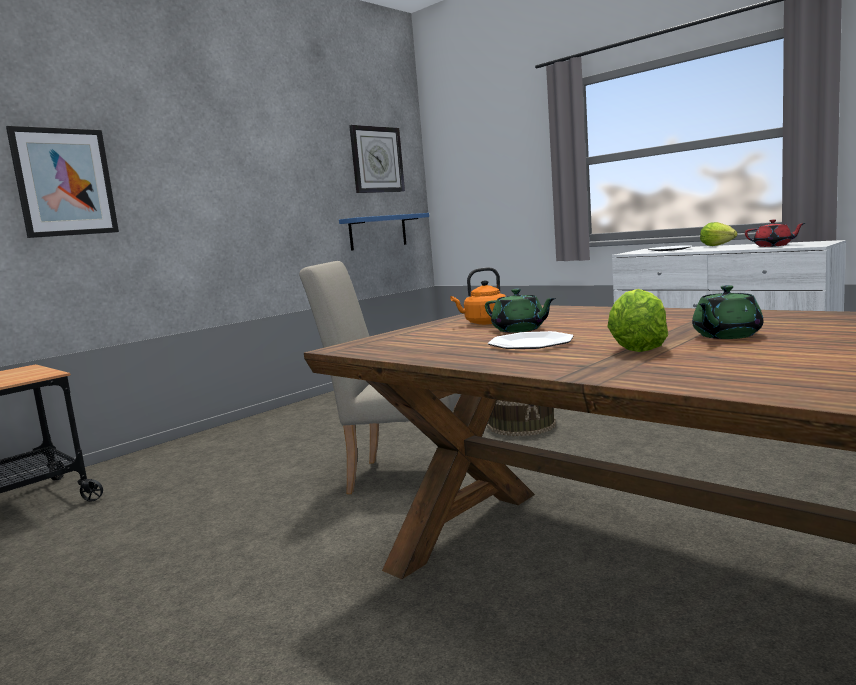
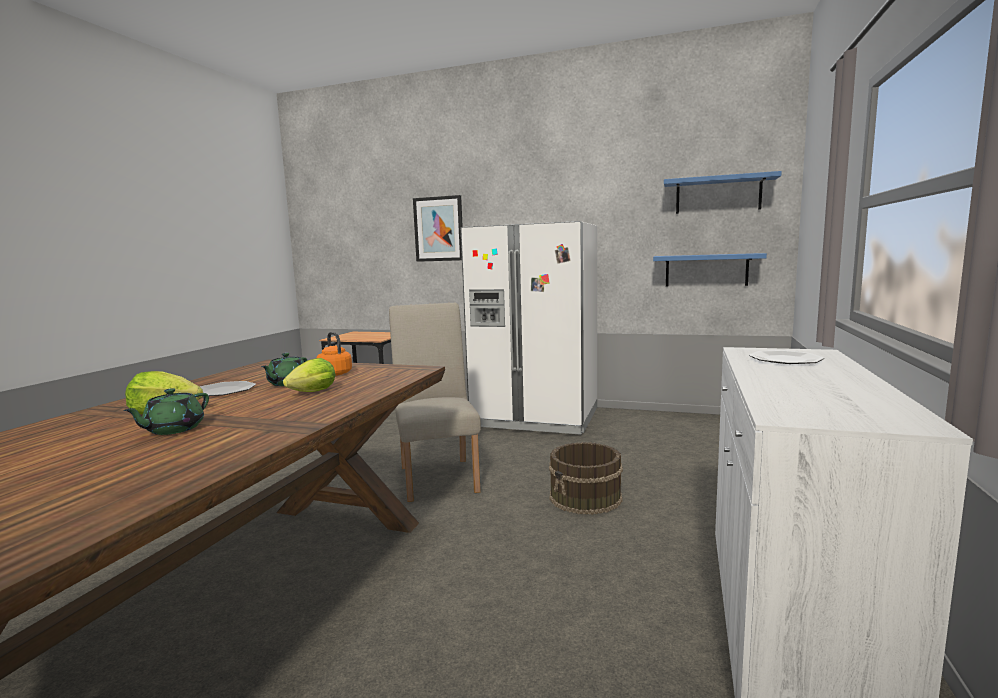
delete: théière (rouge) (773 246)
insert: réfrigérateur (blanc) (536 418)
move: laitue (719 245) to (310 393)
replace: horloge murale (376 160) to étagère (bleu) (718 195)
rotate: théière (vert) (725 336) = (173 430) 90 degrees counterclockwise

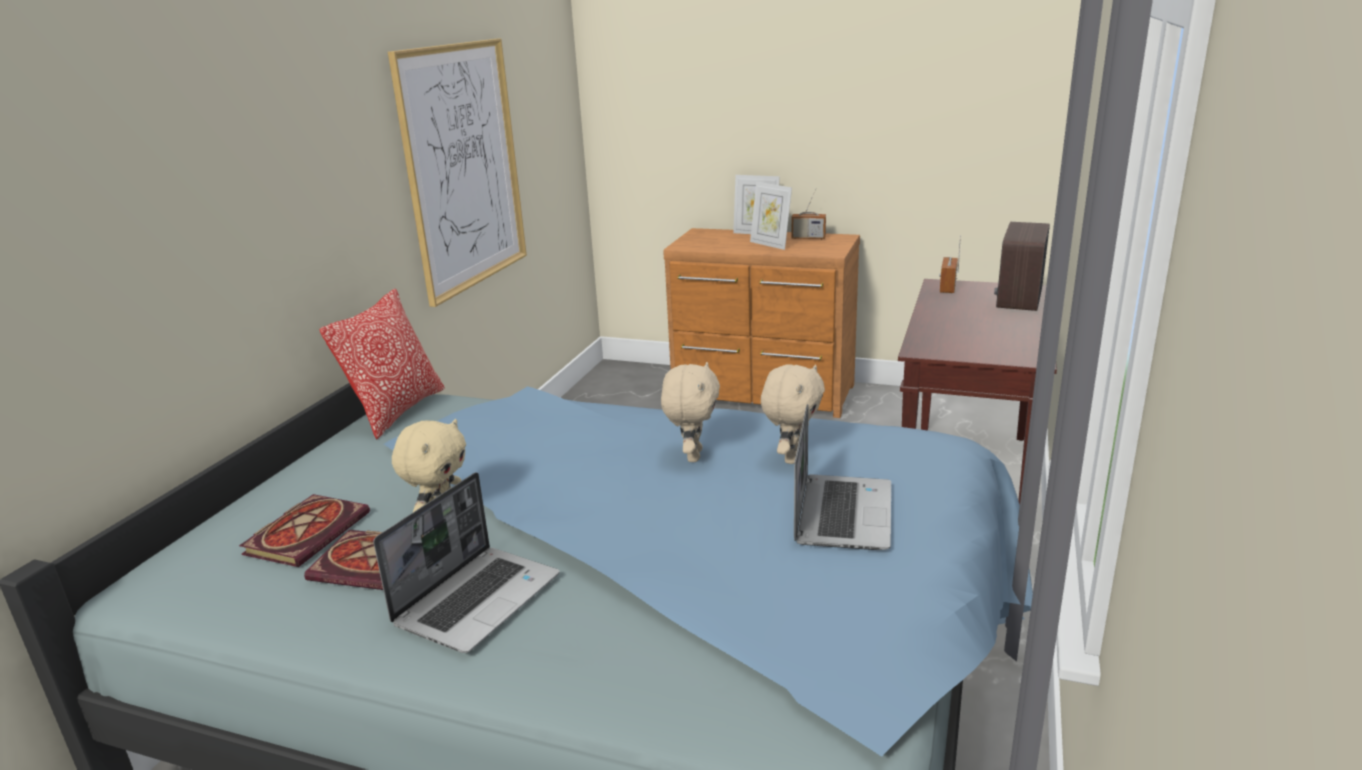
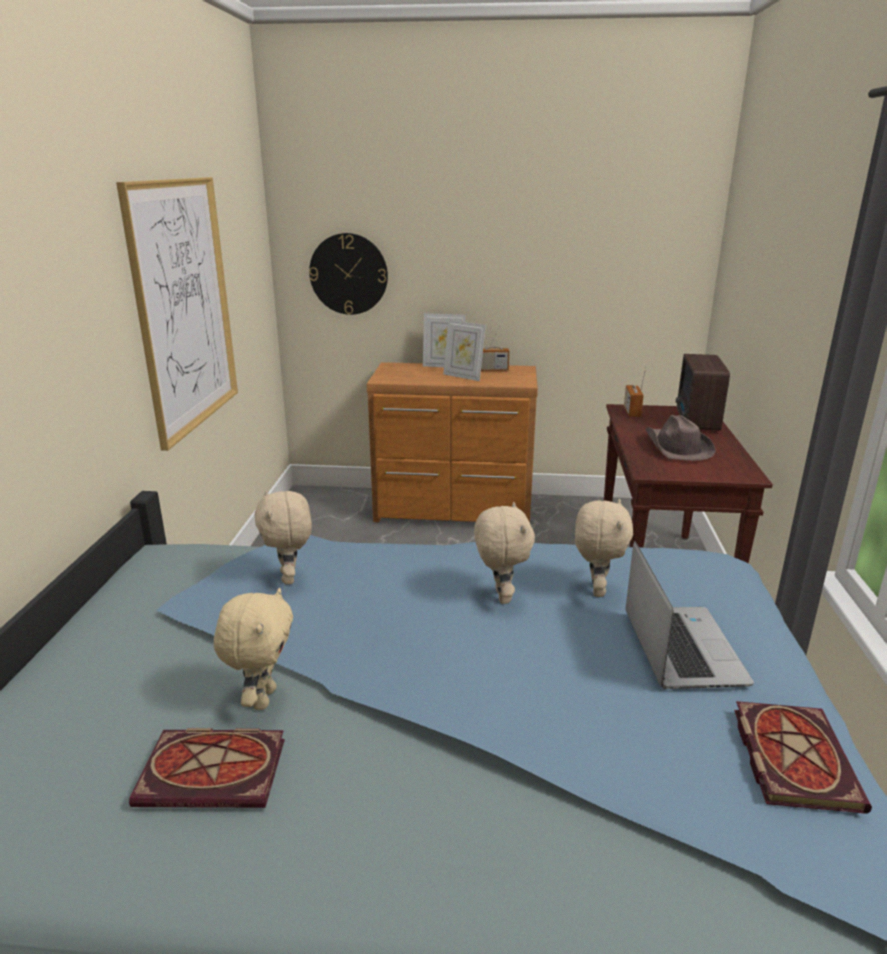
delete: coussin (397 411); ordinateur portable (478 599)
insert: peluche (beige) (290 578); horloge murale (348 274); chapeau (marron) (676 447)
move: livre (308 532) to (790 756)

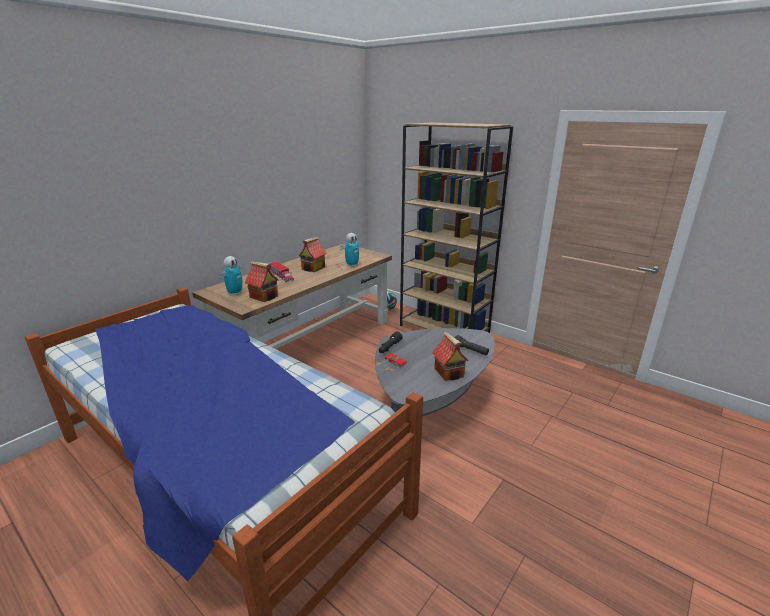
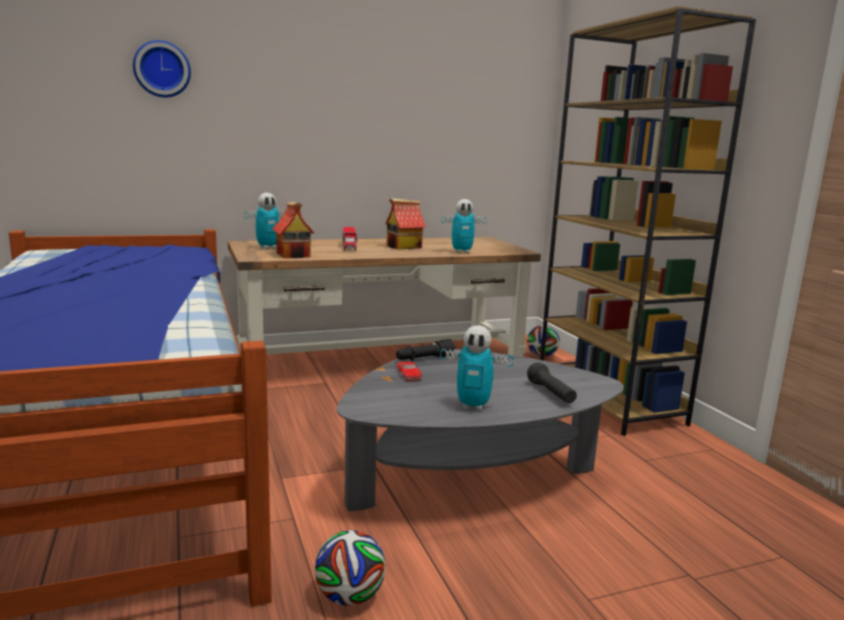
insert: horloge murale (162 69); ballon de foot (349 597)
replace: maison miniature (449 372) to robot jouet (473 406)

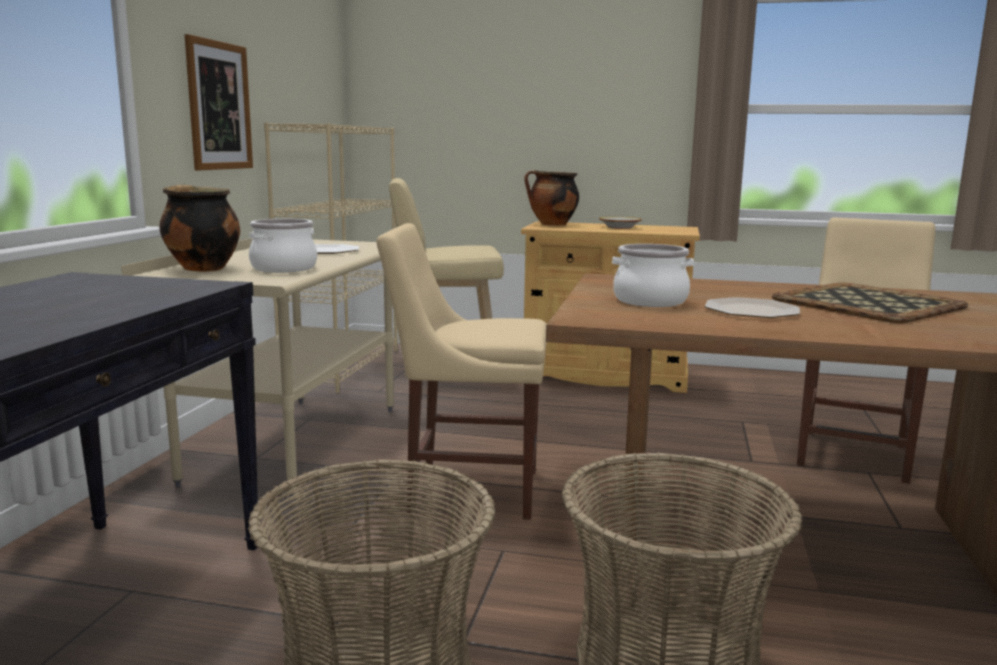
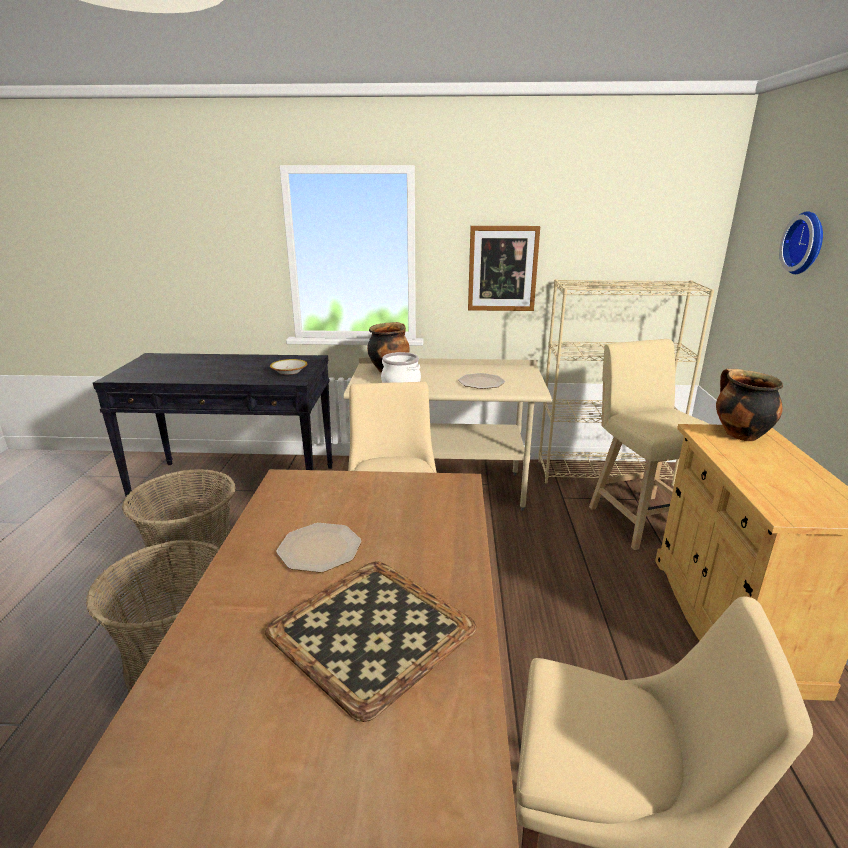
delete: marmite (650 301)
insert: horloge murale (806 243)
move: bol (620 227) to (289 371)

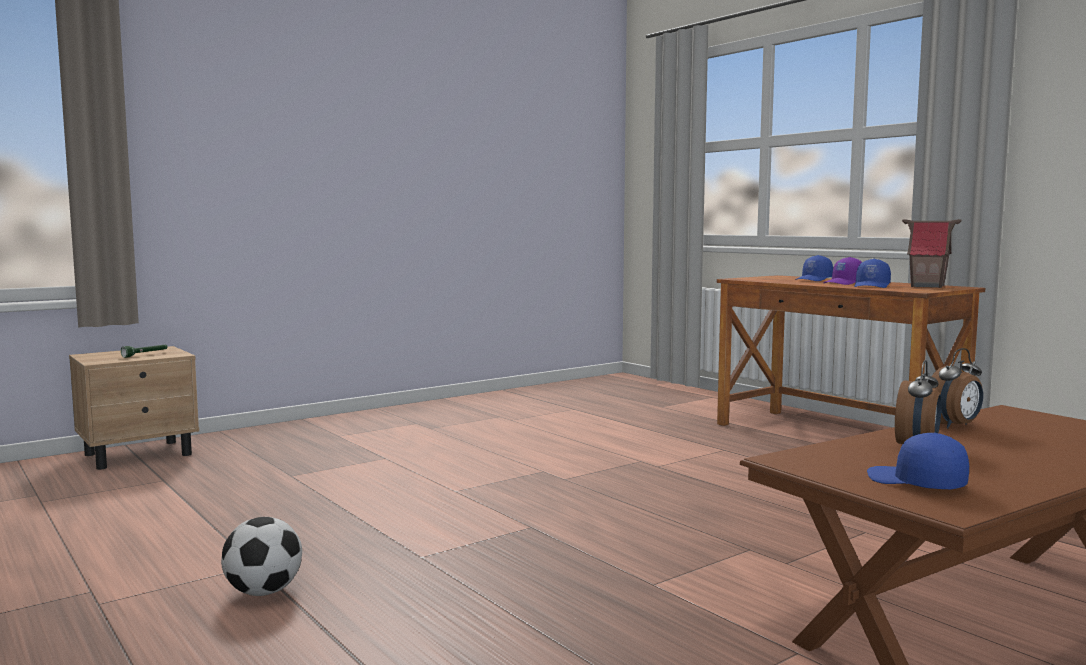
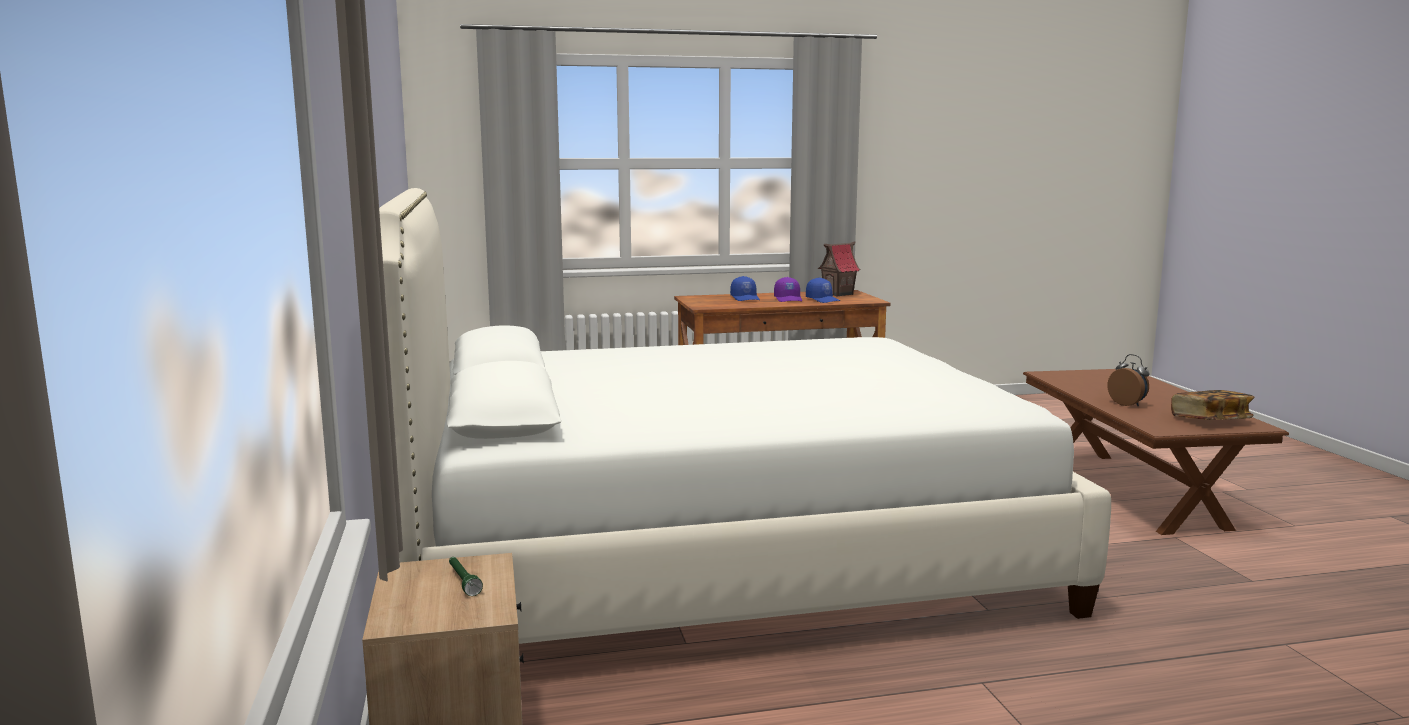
delete: ballon de foot (264 592); réveil (954 426)
insert: lit (blanc) (715 554)
replace: casquette (bleu) (915 483) to livre (1210 420)

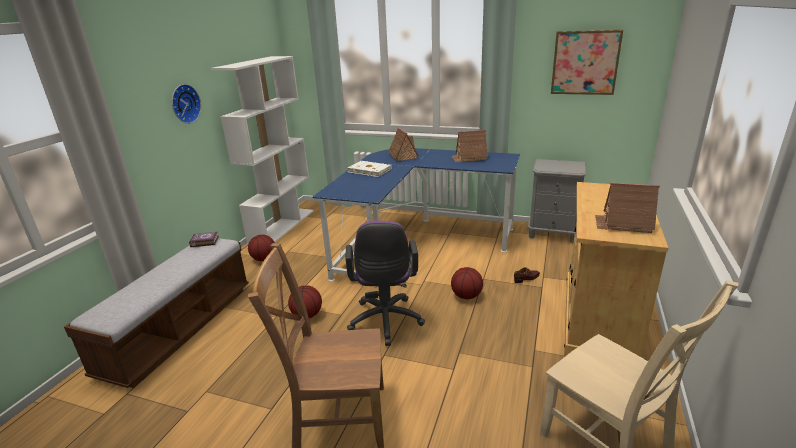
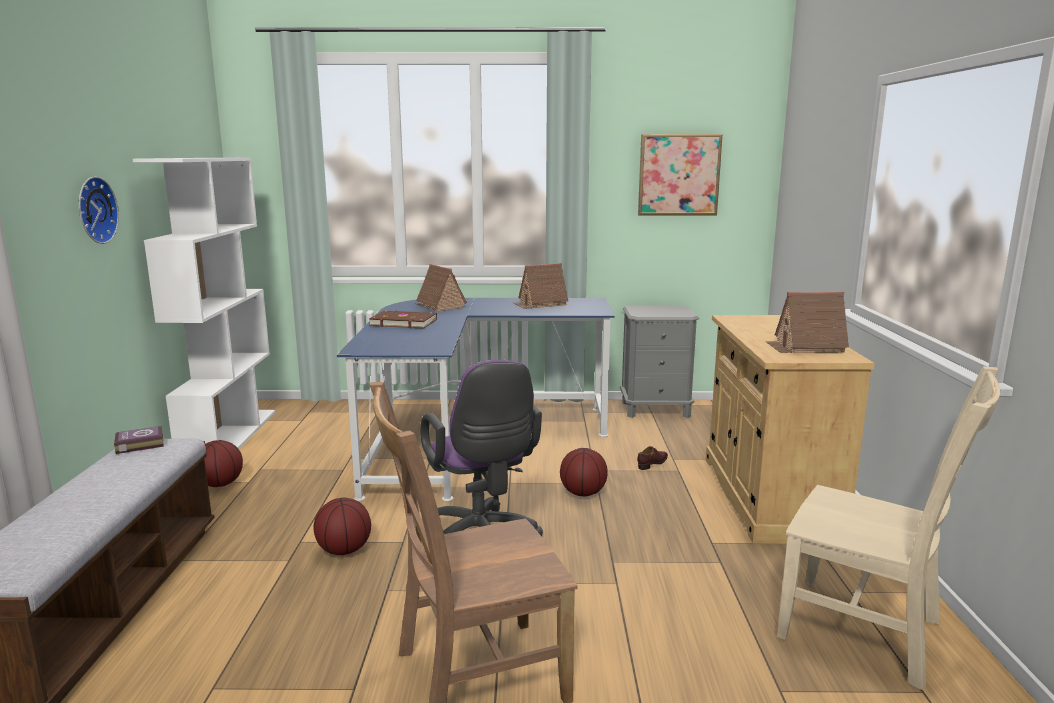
recolor: livre (blanc) (370 170) to livre (marron) (403 322)

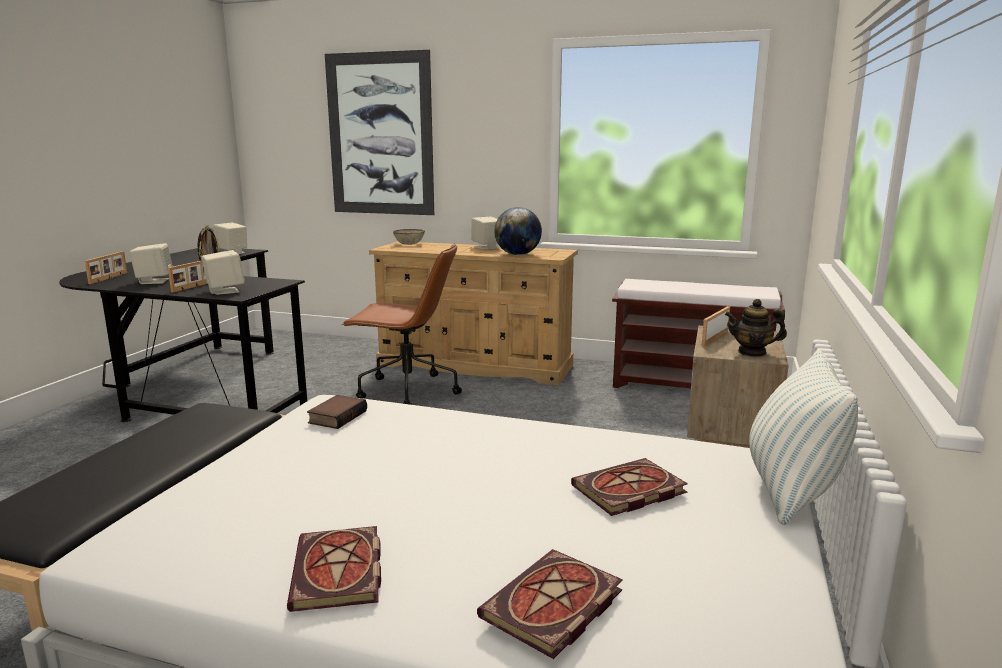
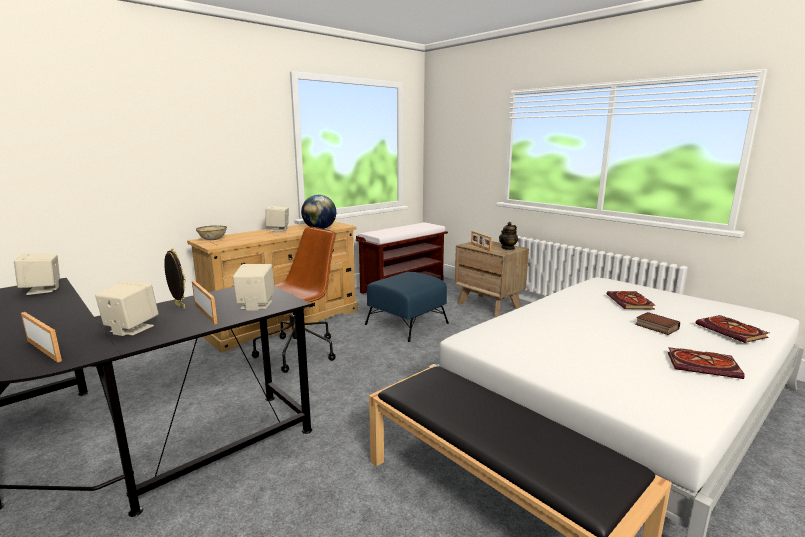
delete: tableau (380 135); coussin (791 491)
insert: pouf (bleu) (407 323)
move: livre (337 416) to (655 327)

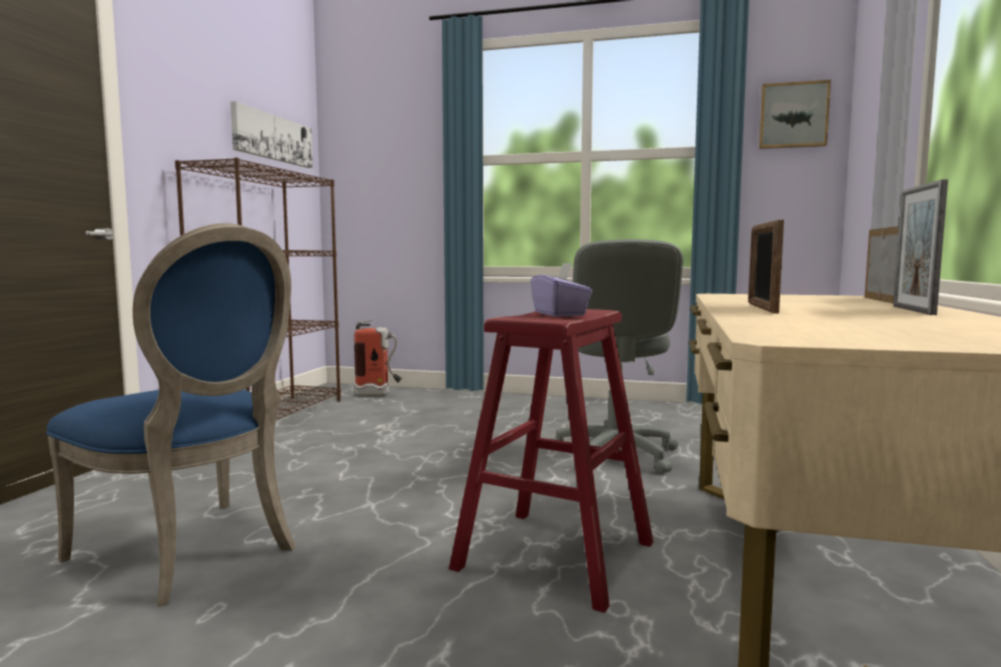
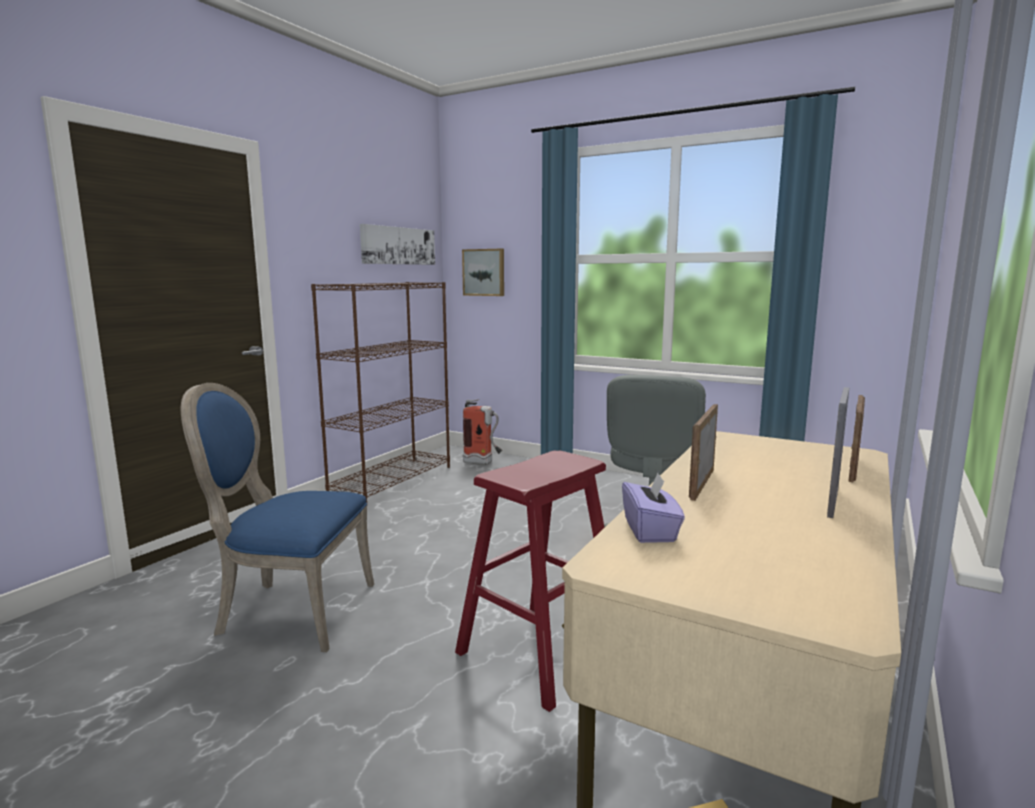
move: boîte à mouchoirs (violet) (560 314) to (650 531); tableau (793 115) to (484 272)
rotate: chaise (bleu) (193 553) = (290 611) 135 degrees clockwise

